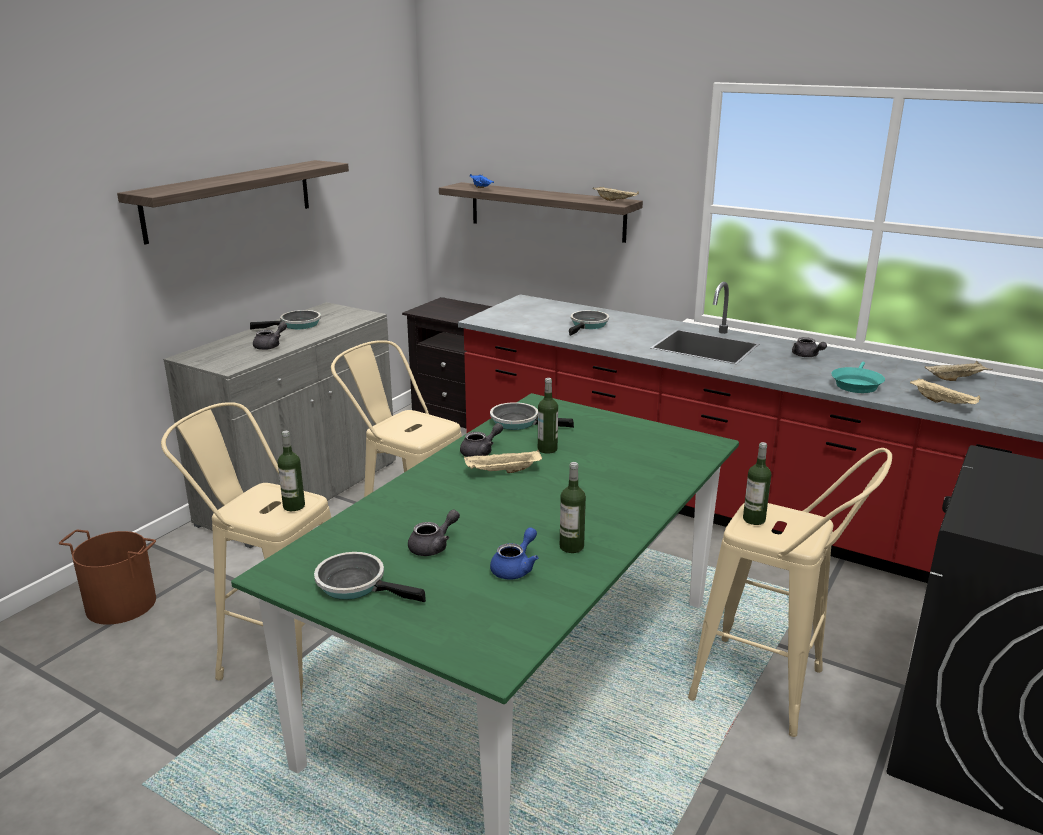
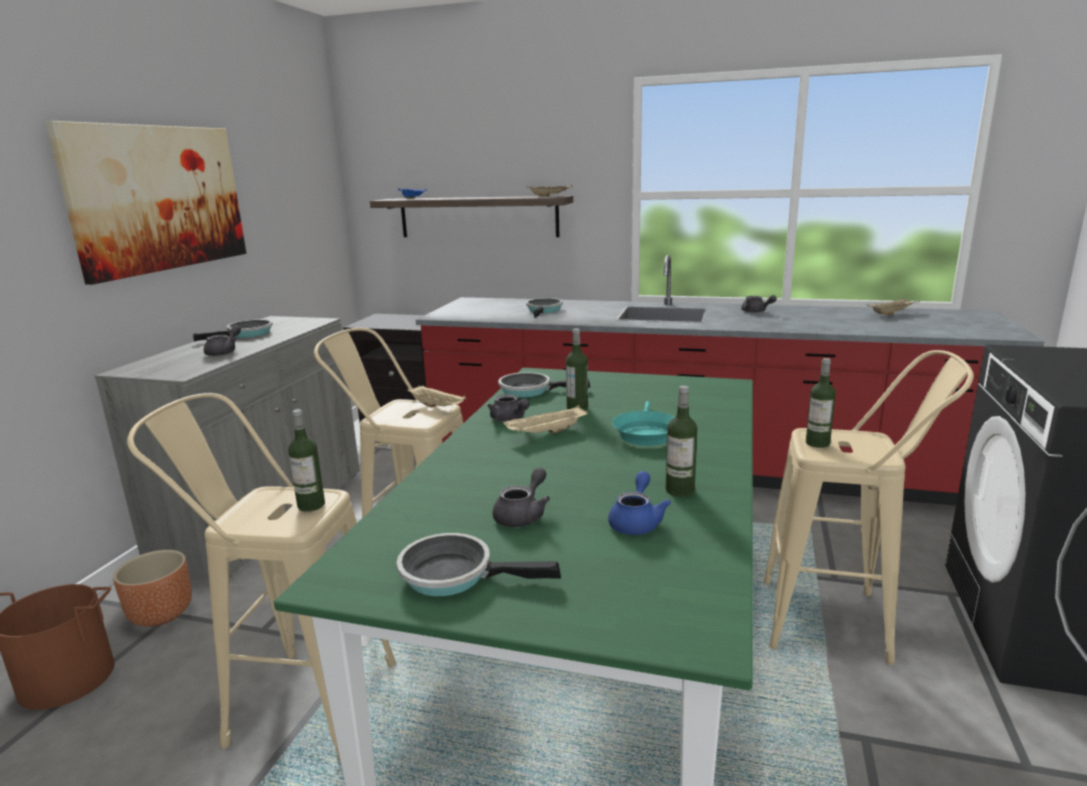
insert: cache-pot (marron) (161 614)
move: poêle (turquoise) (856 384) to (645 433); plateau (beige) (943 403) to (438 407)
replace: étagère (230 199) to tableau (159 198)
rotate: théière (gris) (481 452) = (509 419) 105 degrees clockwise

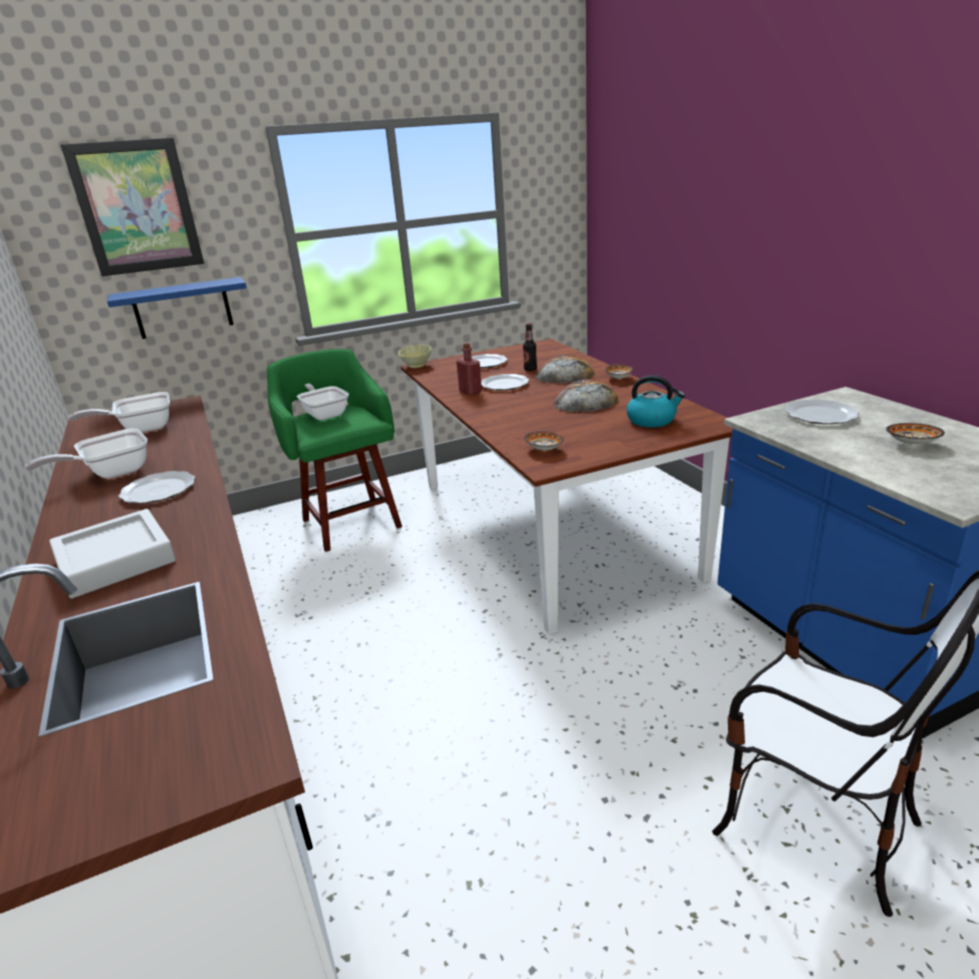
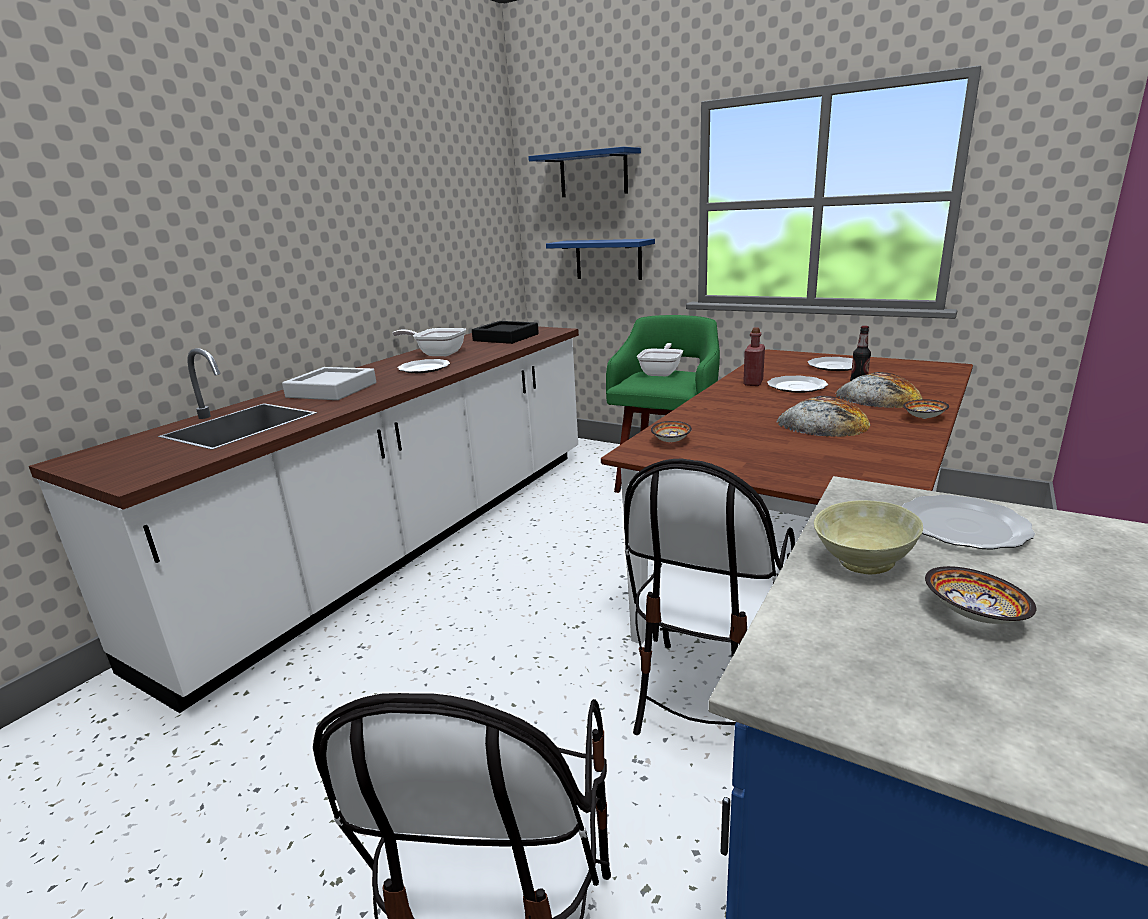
delete: bouilloire (652 420)
insert: chaise (706 698)
move: bol (beige) (416 366) to (861 562)
replace: tableau (137 207) to étagère (bleu) (593 174); poêle (141 428) to plateau (noir) (506 337)

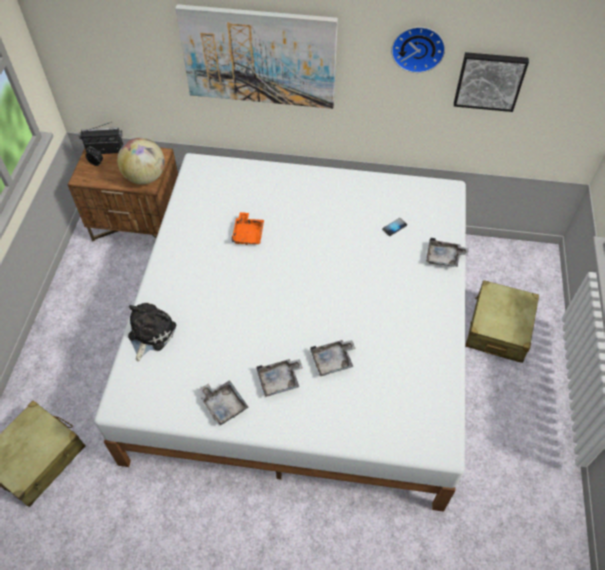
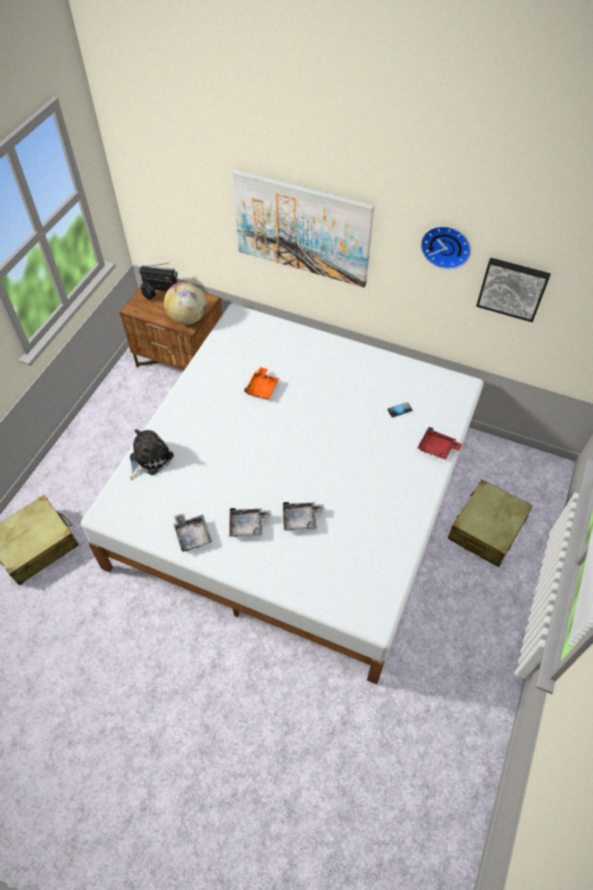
recolor: plateau (gris) (444 257) to plateau (rouge) (437 448)

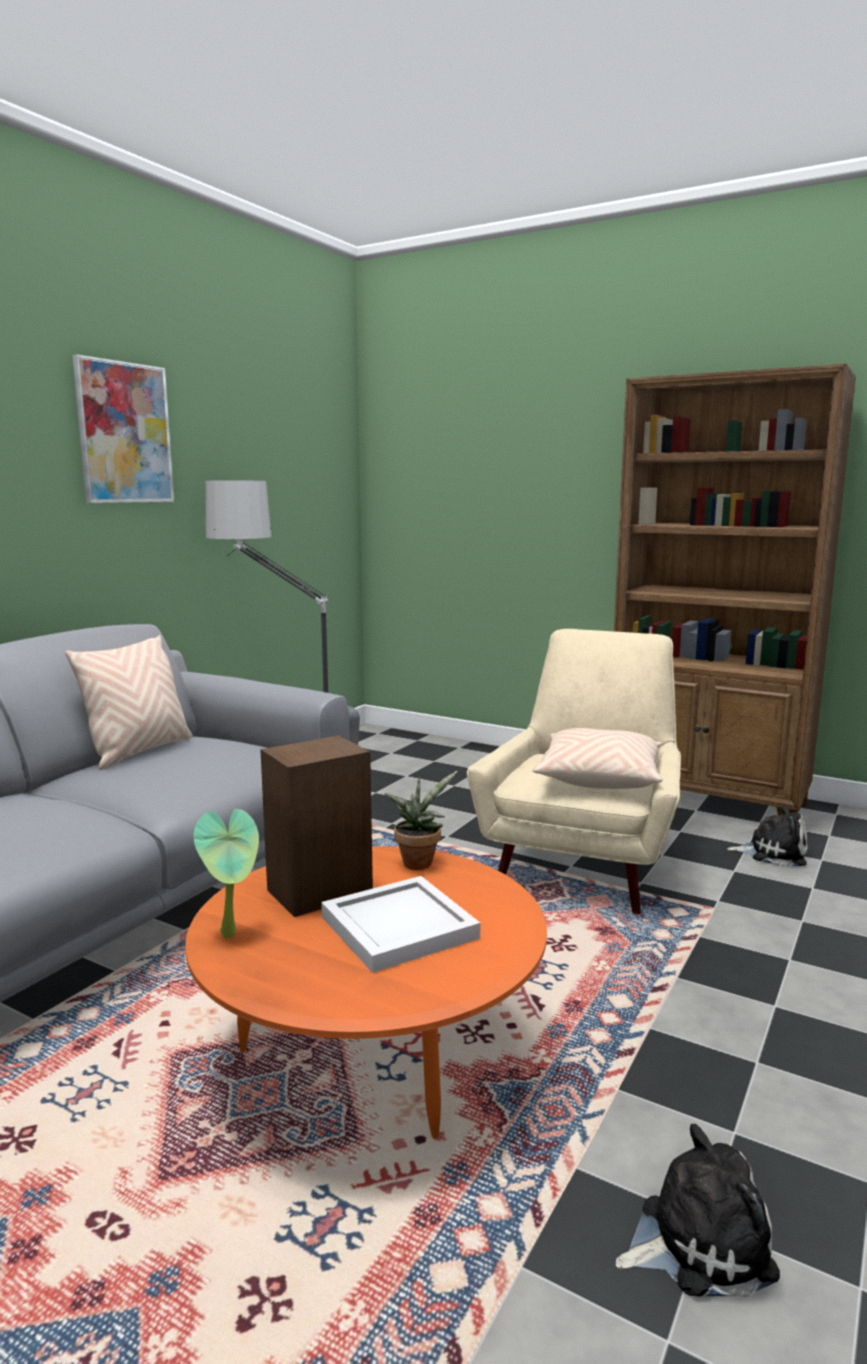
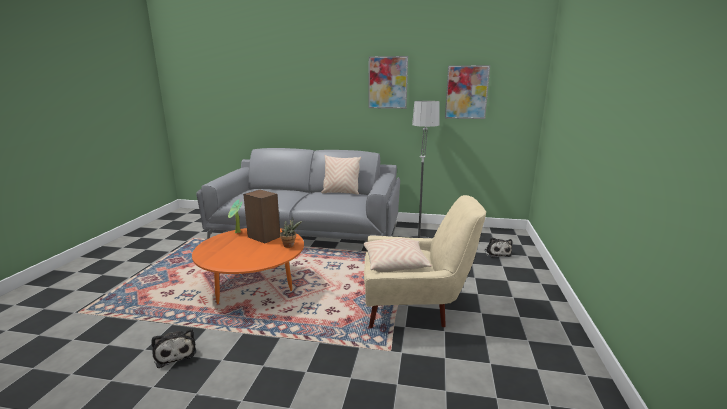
delete: plateau (blanc) (399 926); bibliothèque (marron) (708 801)
insert: tableau (466 92)
move: peluche (772 853) to (497 253)

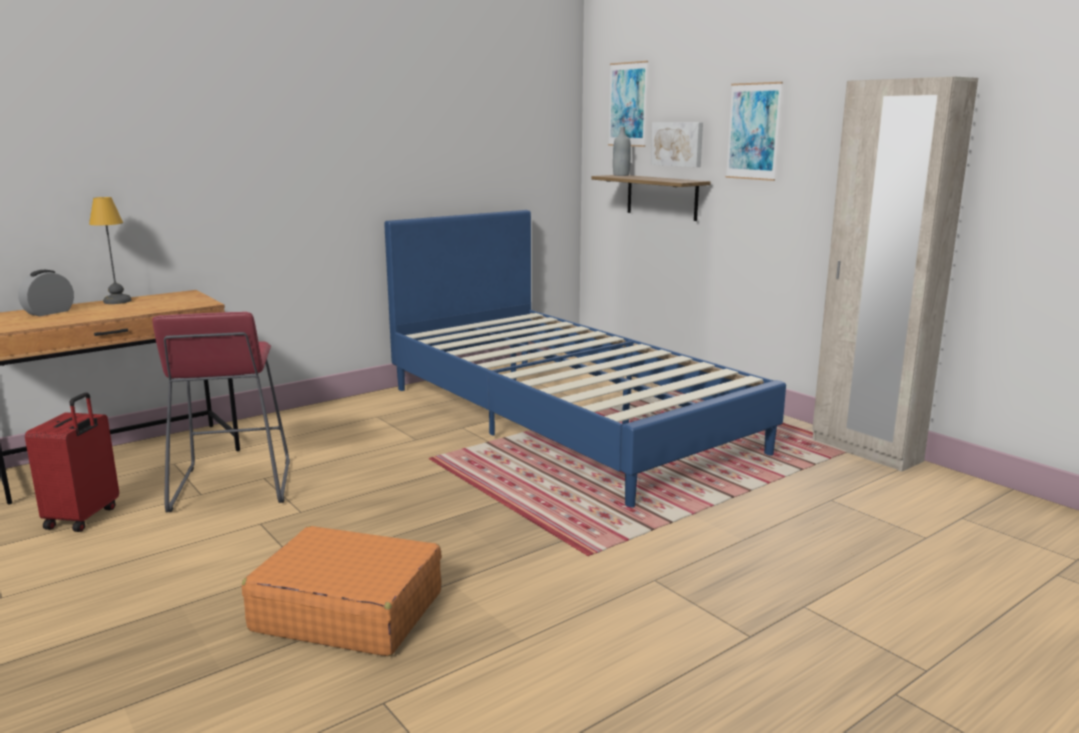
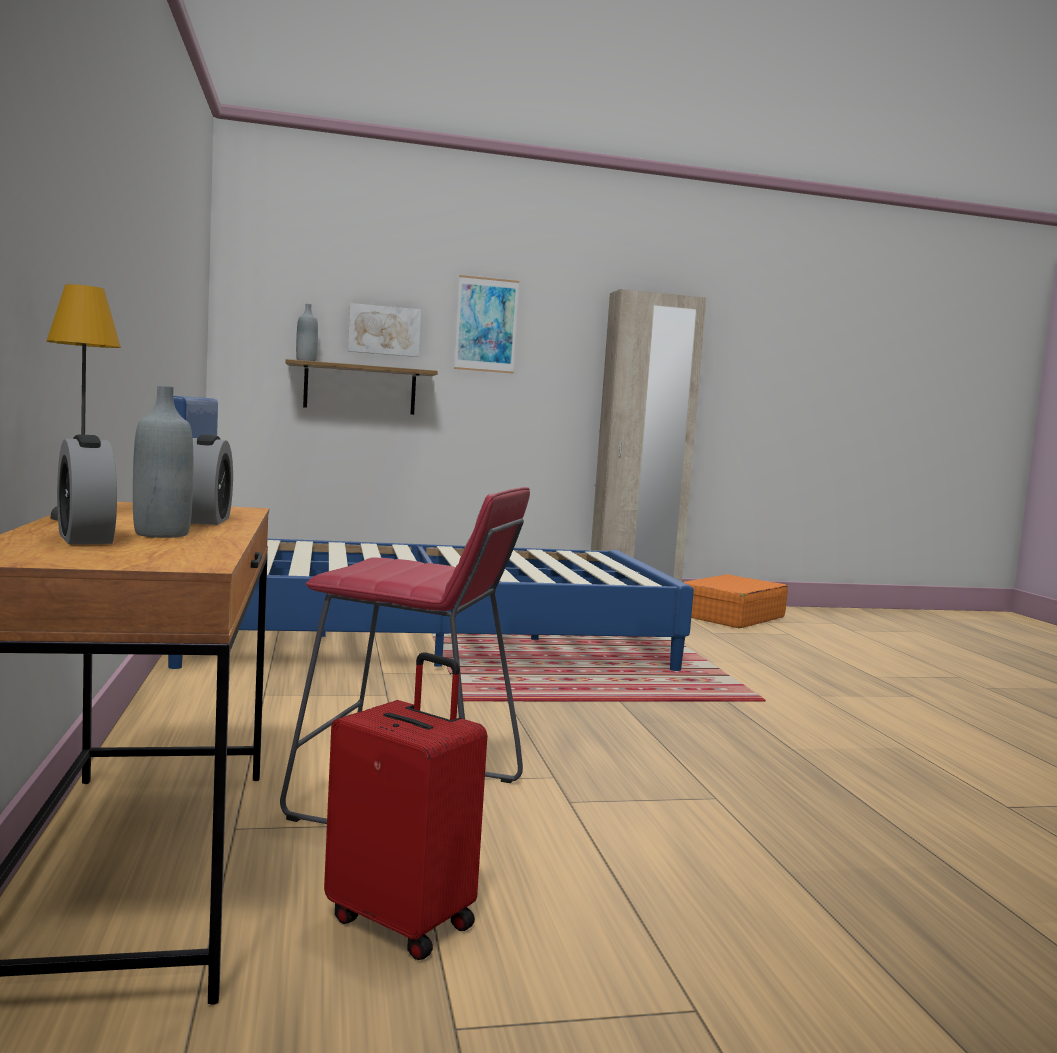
delete: tableau (628 104)
insert: bouteille (gris) (162 534); réveil (206 520)
move: valise (orange) (347 611) to (730 616)

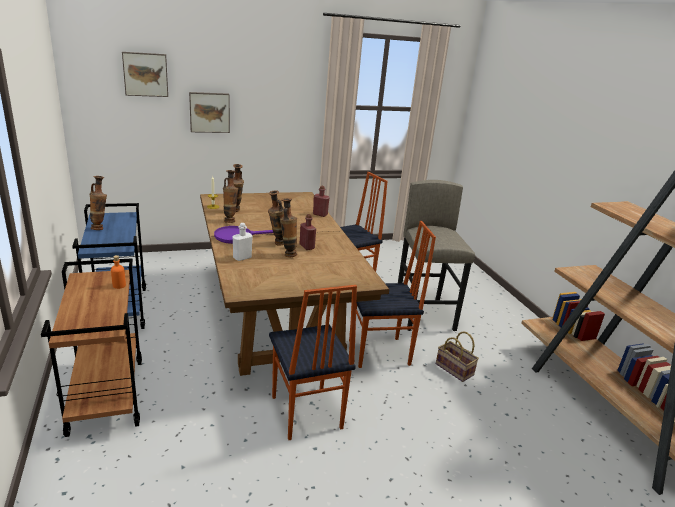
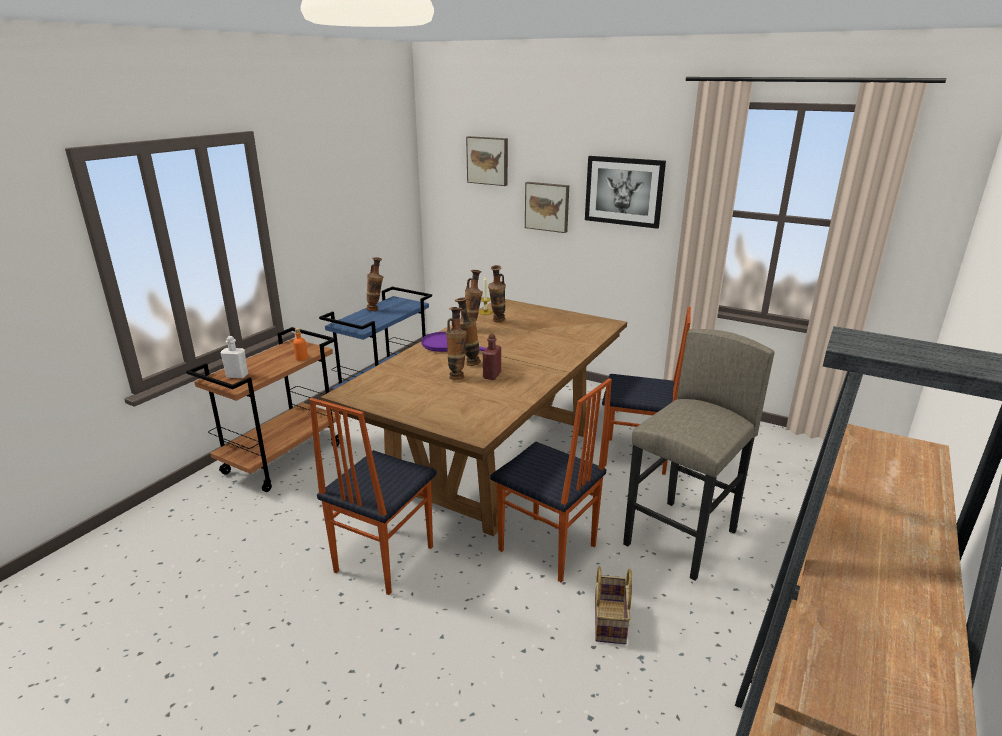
delete: bouteille (rouge) (320 214)
insert: tableau (624 191)
move: bouteille (blanc) (242 257) to (237 375)

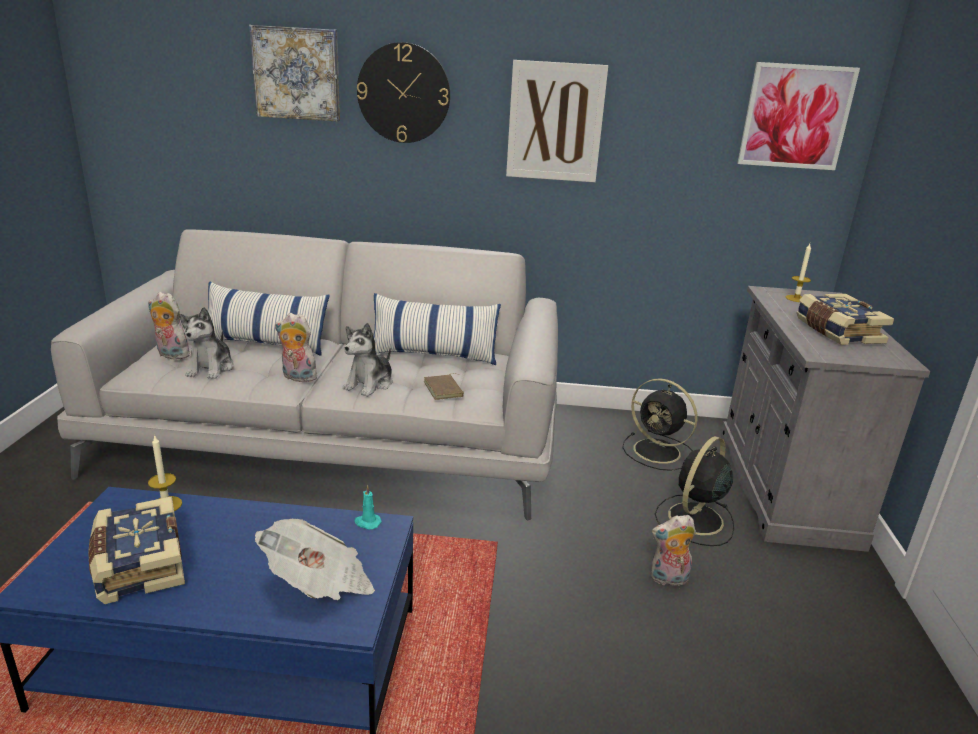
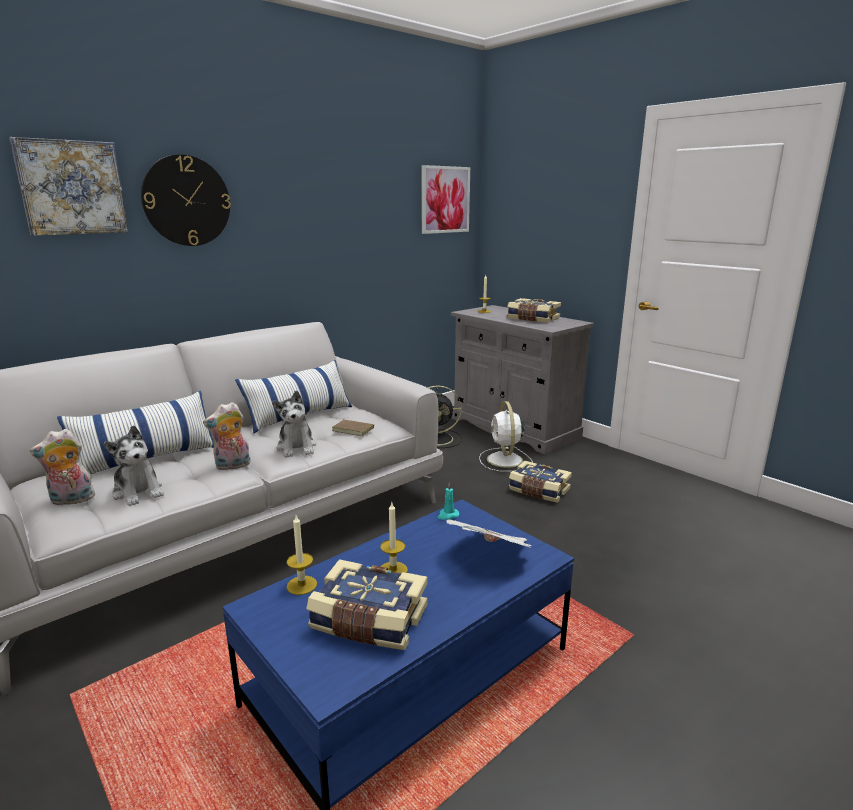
delete: tableau (555 122)
insert: bougie (393 570)
replace: peluche (668 579) to livre (538 491)
recolor: ventilateur (noir) (694 520) to ventilateur (blanc) (505 460)

